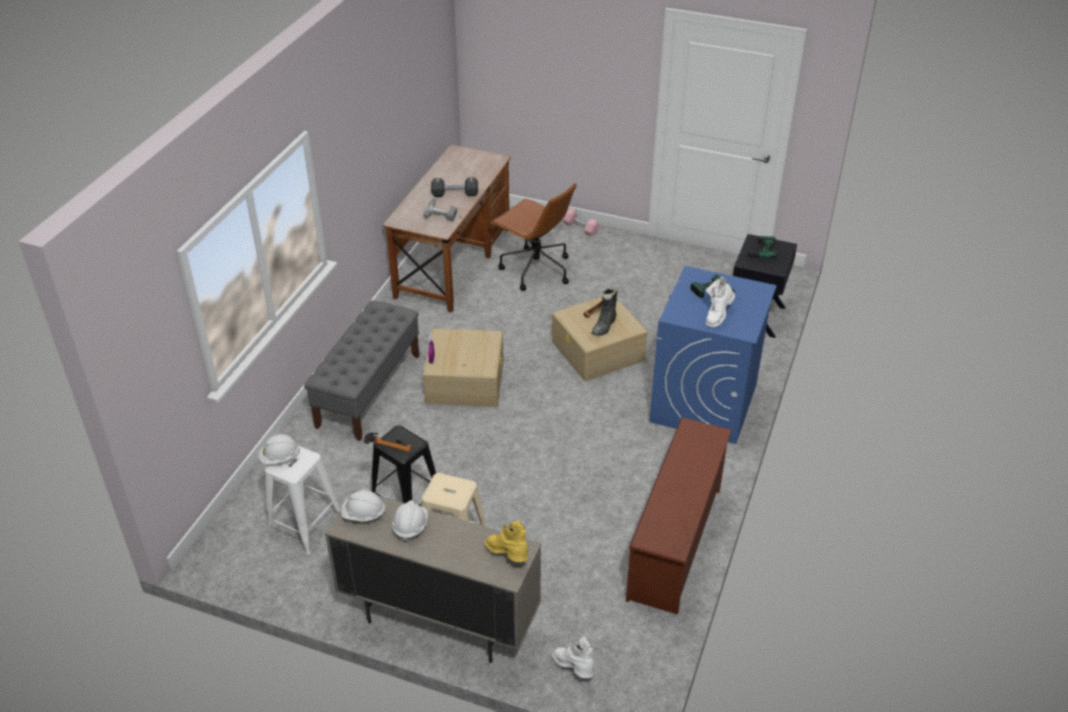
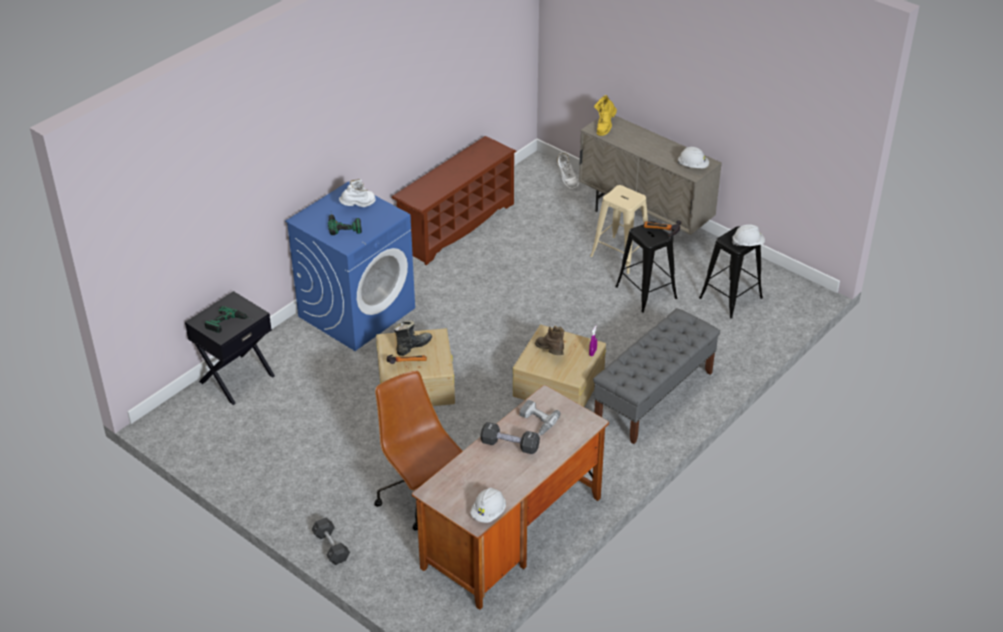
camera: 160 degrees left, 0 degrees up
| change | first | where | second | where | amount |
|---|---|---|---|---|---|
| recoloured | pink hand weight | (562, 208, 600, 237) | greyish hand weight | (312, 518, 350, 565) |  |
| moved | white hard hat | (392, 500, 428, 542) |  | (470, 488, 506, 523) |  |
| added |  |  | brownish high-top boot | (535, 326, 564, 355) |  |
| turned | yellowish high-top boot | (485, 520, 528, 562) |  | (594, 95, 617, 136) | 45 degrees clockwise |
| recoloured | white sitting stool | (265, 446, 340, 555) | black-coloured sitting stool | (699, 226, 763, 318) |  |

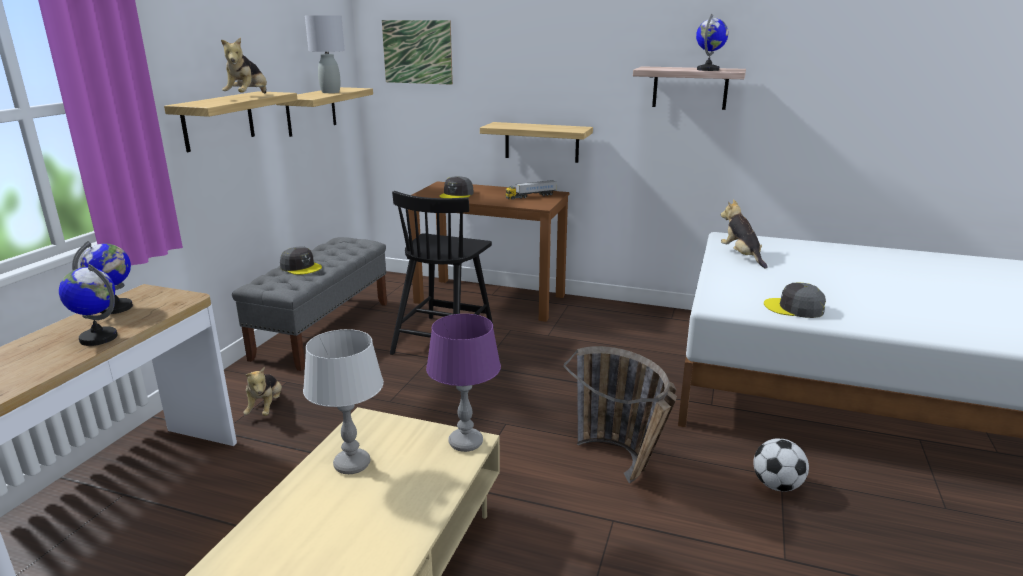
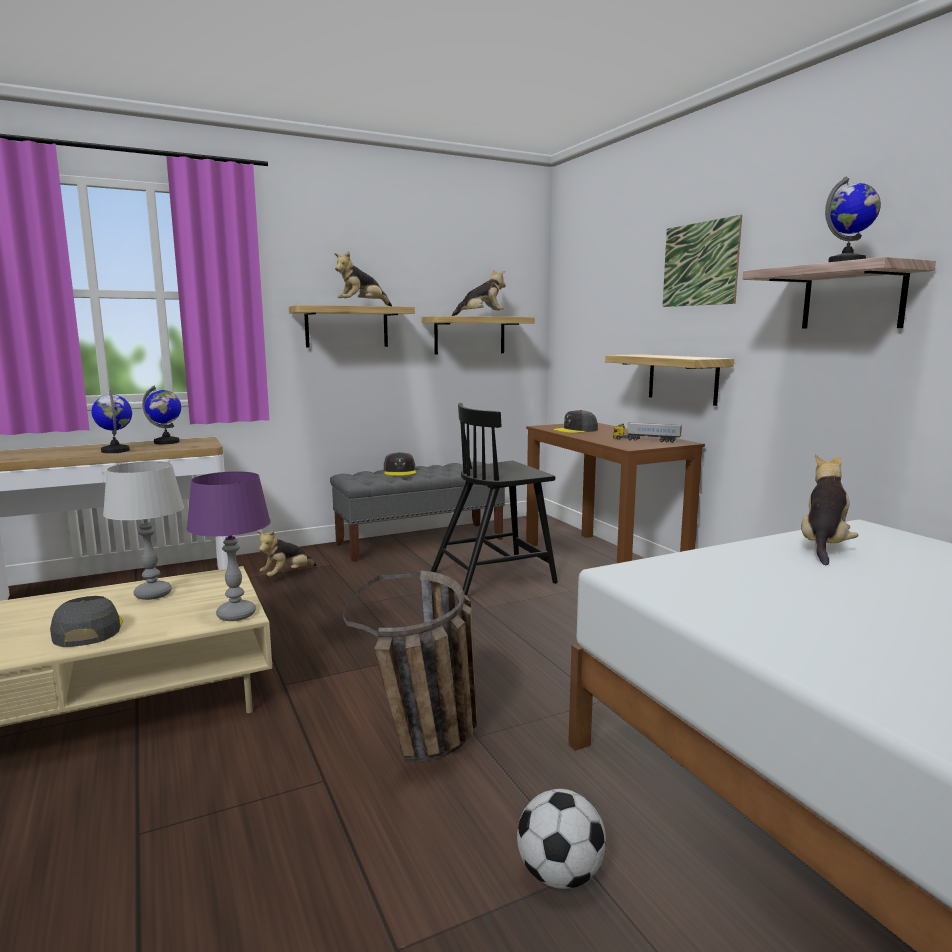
camera: 45 degrees right, 10 degrees down
| change | first | where | second | where | amount |
|---|---|---|---|---|---|
| moved | greyish cap | (764, 283, 826, 318) |  | (50, 596, 123, 647) |  |
| replaced | greyish table lamp | (305, 15, 345, 93) | cuddly toy | (451, 270, 506, 316) |  |
| moved | wall picture | (382, 20, 453, 85) |  | (662, 215, 742, 307) |  |

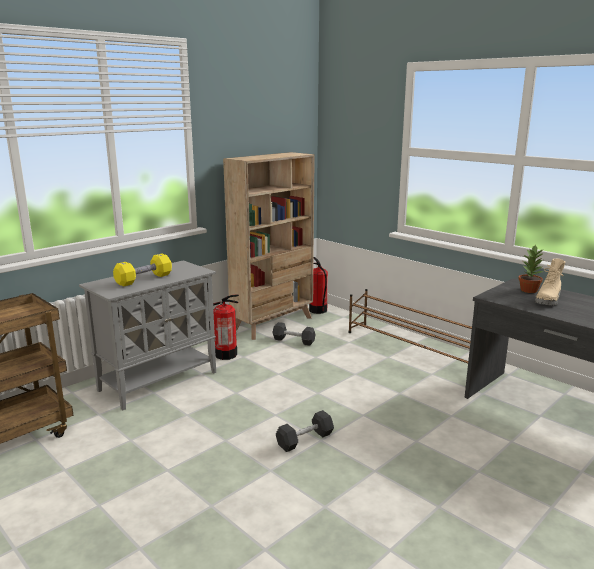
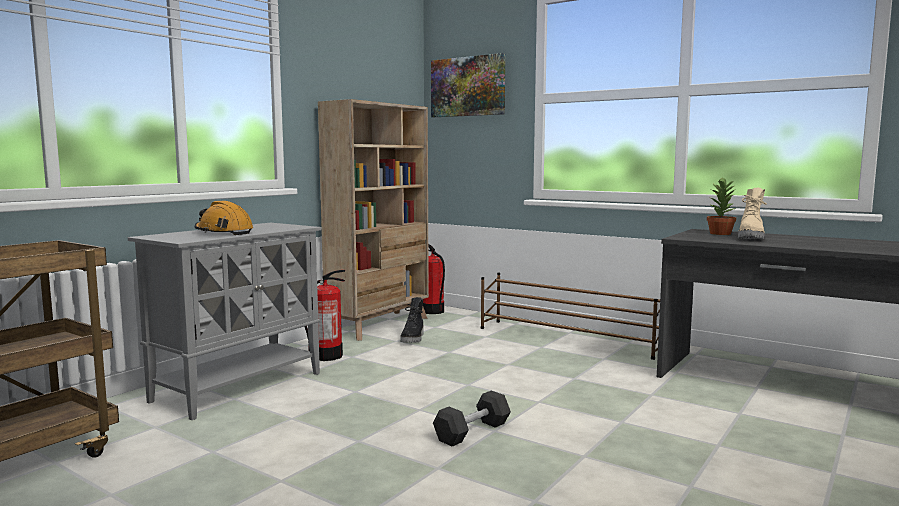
camera: 10 degrees left, 10 degrees down
| change | first | where | second | where | amount |
|---|---|---|---|---|---|
| replaced | yellowish hand weight | (113, 253, 172, 287) | orange-coloured hard hat | (195, 201, 253, 235) |  |
| replaced | black-coloured hand weight | (272, 322, 316, 346) | black-coloured high-top boot | (400, 297, 424, 343) |  |
| added |  |  | wall picture | (431, 53, 506, 117) |  |

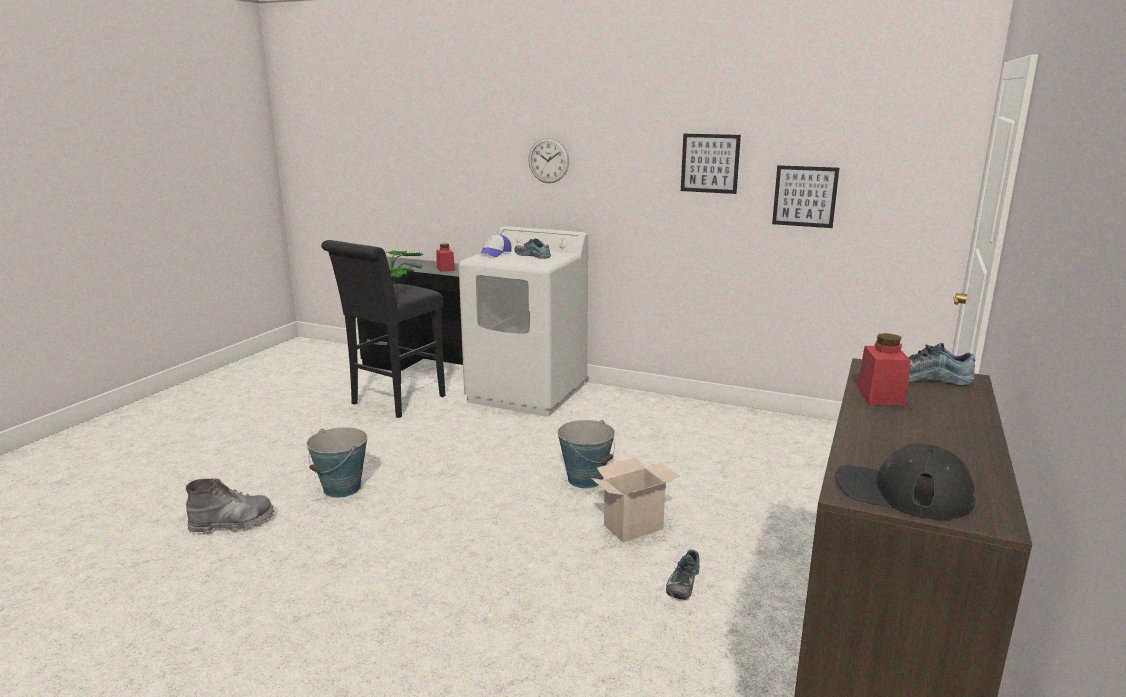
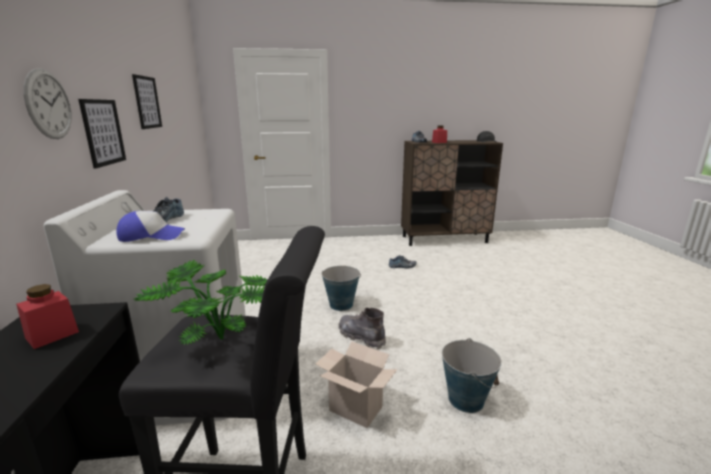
camera: 120 degrees left, 0 degrees up
| change | first | where | second | where | amount |
|---|---|---|---|---|---|
| moved | wall picture | (772, 165, 839, 228) |  | (78, 99, 126, 168) |  |
| moved | packing box | (591, 457, 679, 542) |  | (315, 341, 397, 428) |  |
| moved | greyish high-top boot | (186, 478, 274, 534) |  | (338, 308, 386, 349) |  |

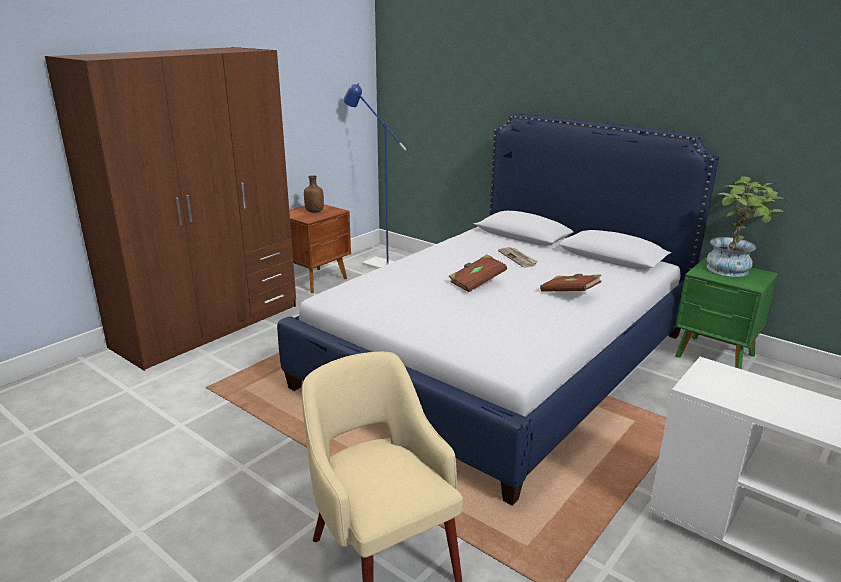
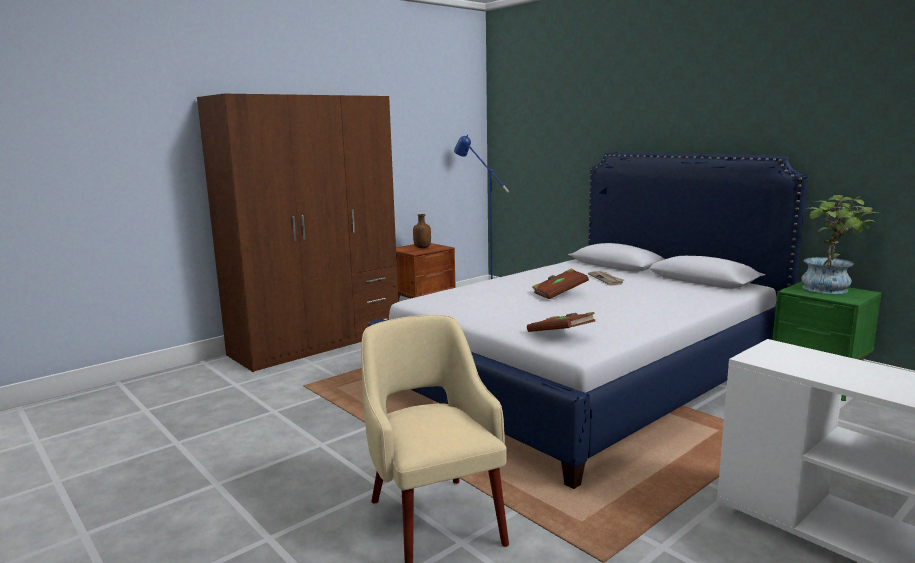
camera: 10 degrees right, 10 degrees down
| change | first | where | second | where | amount |
|---|---|---|---|---|---|
| moved | brownish bound book | (540, 274, 601, 292) |  | (527, 312, 595, 332) |  |

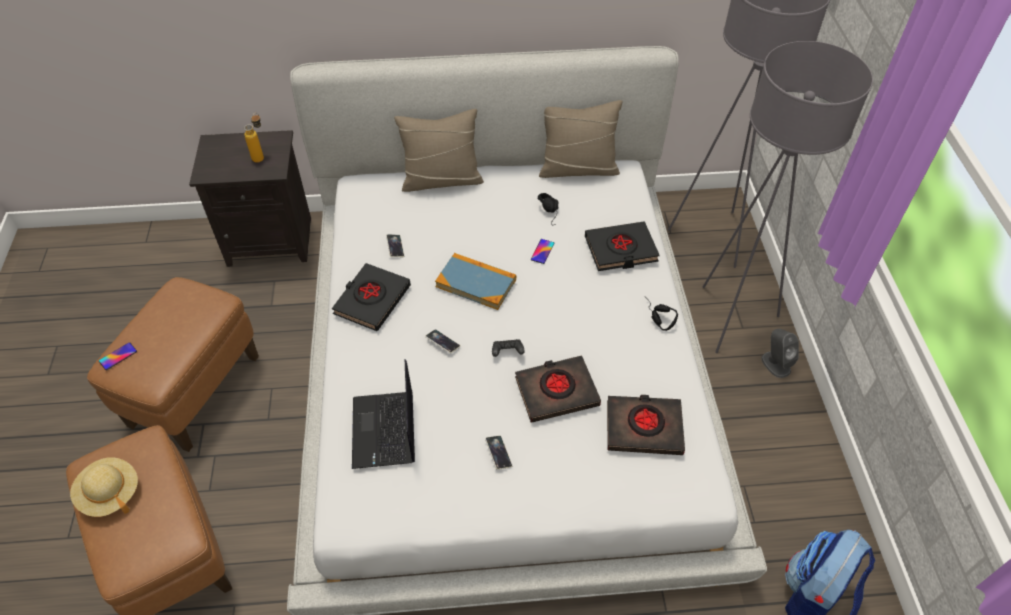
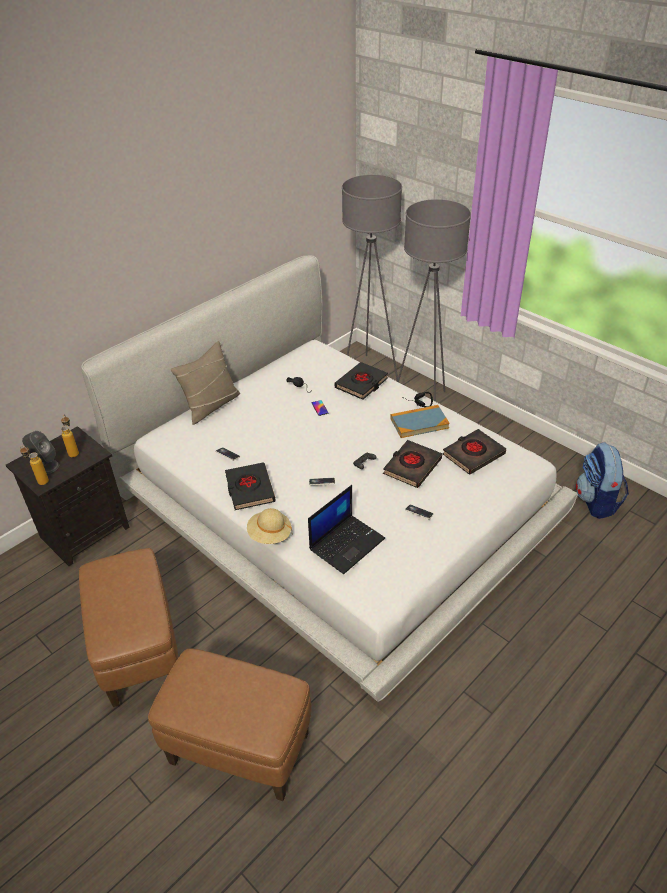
camera: 40 degrees left, 10 degrees down
| change | first | where | second | where | amount |
|---|---|---|---|---|---|
| added |  |  | beverage bottle | (20, 446, 49, 485) |  |
| moved | greyish speaker | (761, 329, 799, 378) |  | (22, 431, 59, 474) |  |
| moved | beige hat | (70, 457, 138, 517) |  | (247, 508, 292, 544) |  |
| turned | laptop | (352, 359, 415, 469) |  | (308, 485, 385, 574) | 90 degrees counterclockwise |
| moved | bound book | (435, 253, 516, 310) |  | (390, 405, 450, 438) |  |
| removed | phone | (99, 342, 137, 370) |  |  |  |
| removed | beige cushion | (539, 100, 622, 178) |  |  |  |

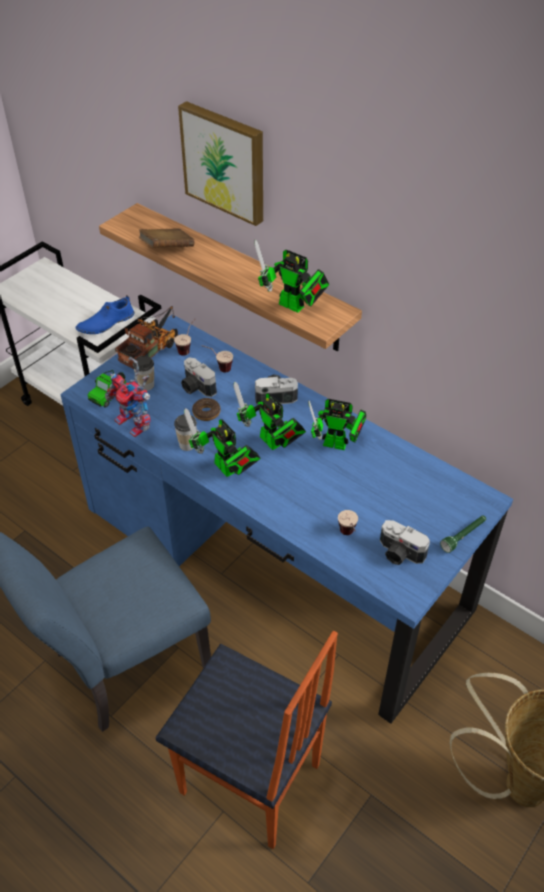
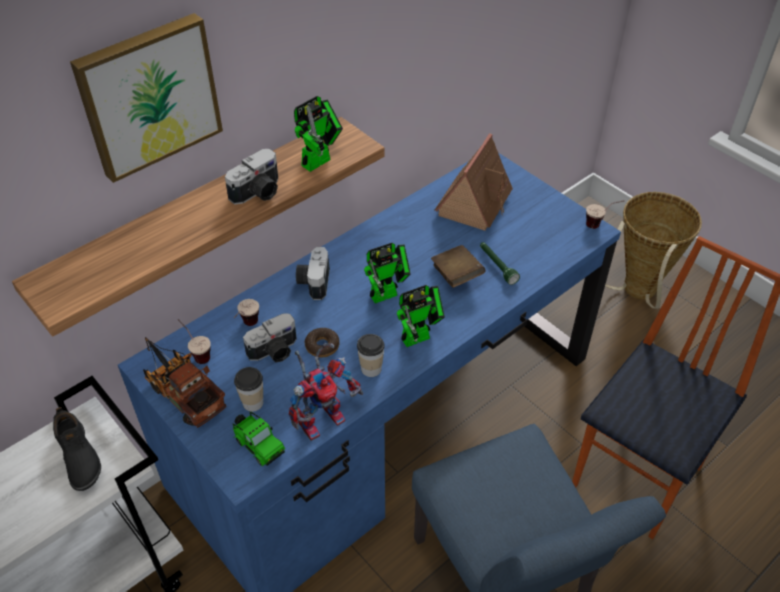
camera: 80 degrees left, 0 degrees up
| change | first | where | second | where | amount |
|---|---|---|---|---|---|
| recoloured | blue low shoe | (75, 295, 134, 334) | black-coloured low shoe | (53, 407, 101, 491) |  |
| moved | still camera | (380, 520, 430, 565) |  | (225, 149, 278, 205) |  |
| moved | brownish bound book | (139, 228, 194, 248) |  | (431, 245, 486, 288) |  |
| added |  |  | model house | (434, 133, 513, 231) |  |
| moved | green hand torch | (440, 515, 486, 553) |  | (480, 242, 520, 285) |  |
| moved | drinking cup | (338, 510, 358, 535) |  | (586, 200, 625, 229) |  |
| removed | model robot | (308, 399, 366, 450) |  |  |  |

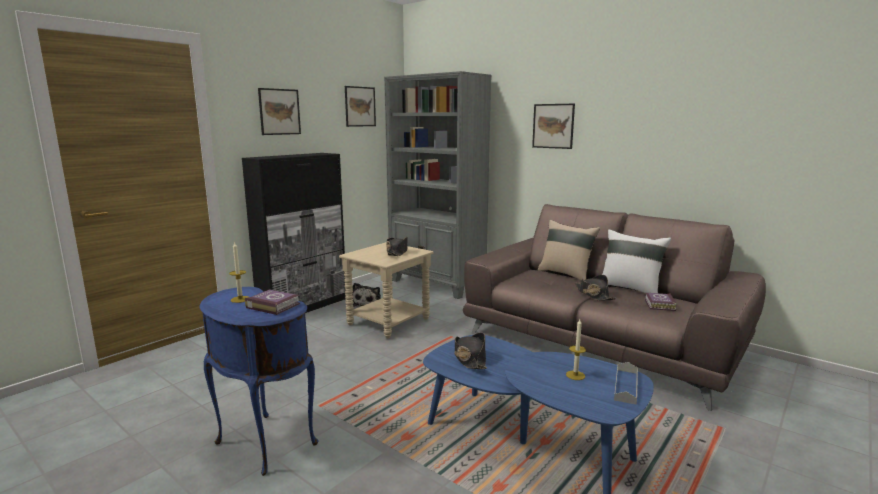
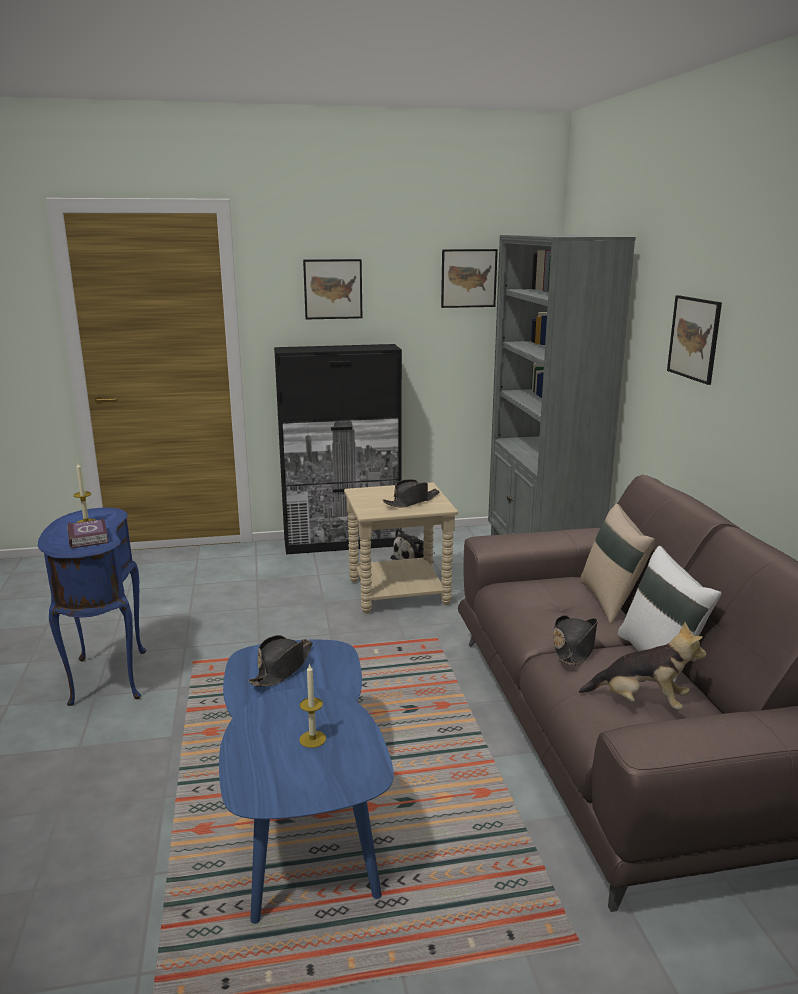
camera: 40 degrees right, 5 degrees up
| change | first | where | second | where | amount |
|---|---|---|---|---|---|
| replaced | bound book | (645, 293, 677, 311) | cuddly toy | (579, 622, 706, 710) |  |
| removed | greyish serving tray | (614, 362, 638, 404) |  |  |  |

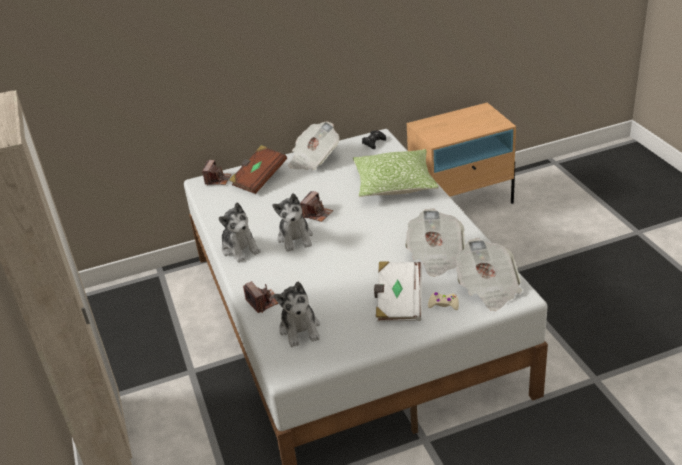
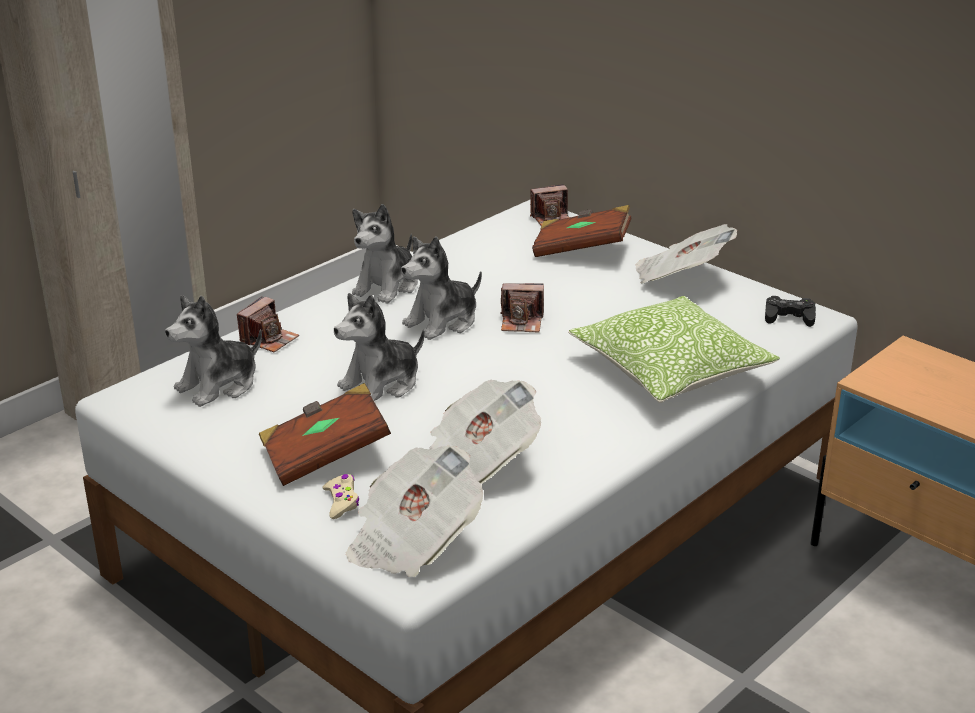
camera: 60 degrees right, 5 degrees down
| change | first | where | second | where | amount |
|---|---|---|---|---|---|
| recoloured | white bound book | (374, 261, 422, 322) | brownish bound book | (259, 383, 391, 486) |  |
| added |  |  | cuddly toy | (334, 293, 425, 401) |  |

